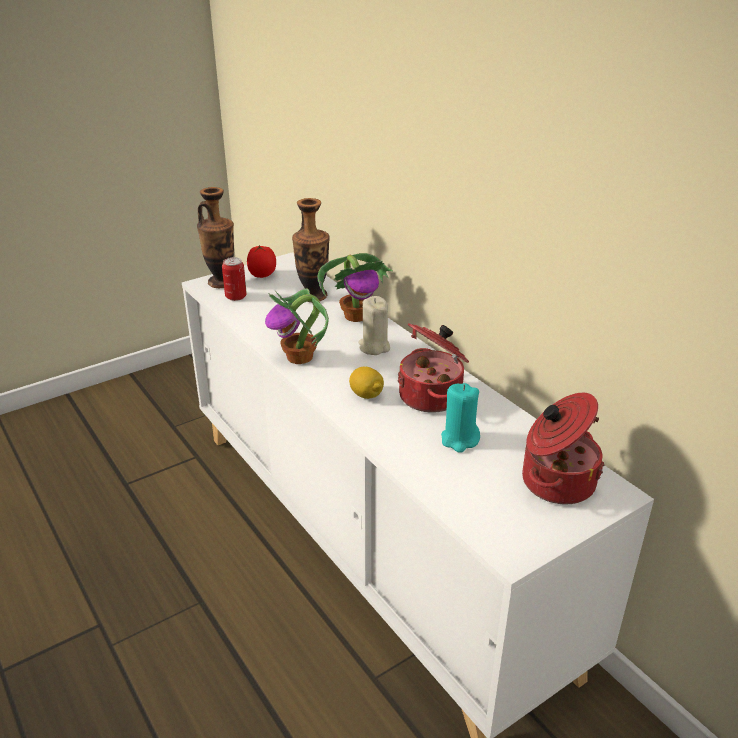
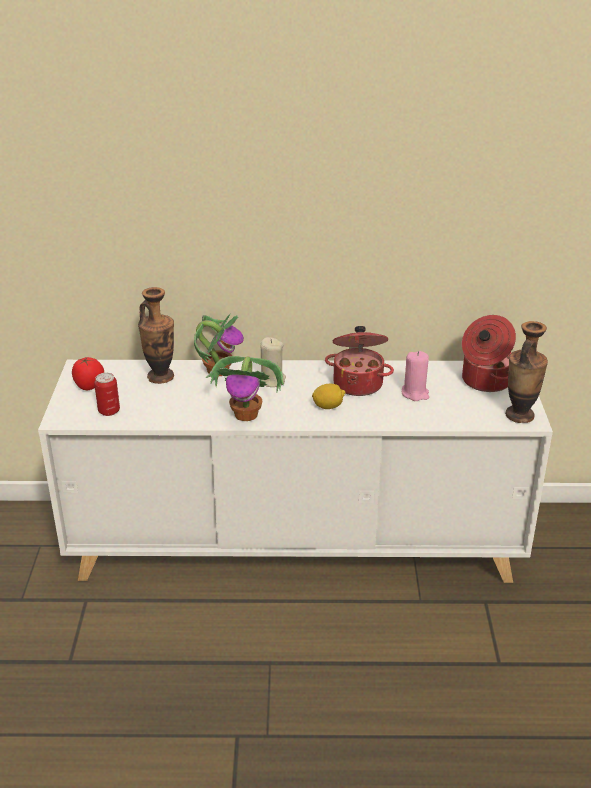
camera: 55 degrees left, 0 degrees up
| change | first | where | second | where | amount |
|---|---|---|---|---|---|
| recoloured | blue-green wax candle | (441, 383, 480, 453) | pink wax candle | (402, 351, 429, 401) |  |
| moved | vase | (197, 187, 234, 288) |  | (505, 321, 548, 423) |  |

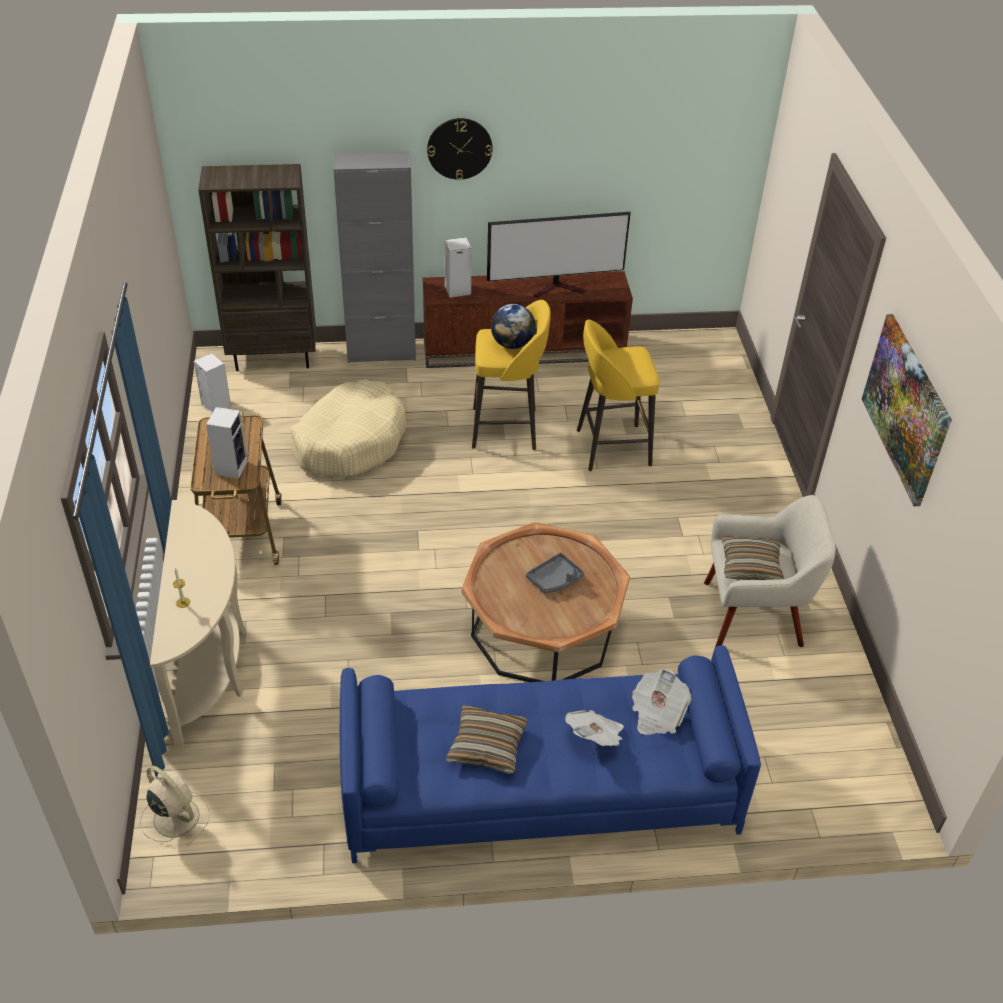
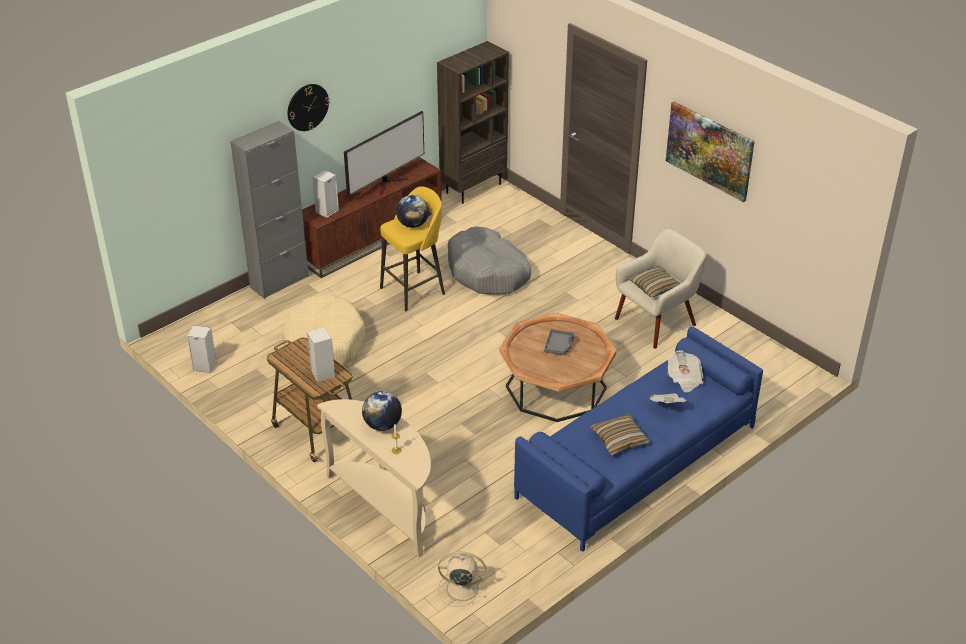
camera: 35 degrees left, 5 degrees down
| change | first | where | second | where | amount |
|---|---|---|---|---|---|
| added |  |  | desk globe | (362, 391, 402, 431) |  |
| moved | brownish bookcase | (198, 164, 316, 371) |  | (437, 41, 509, 204) |  |
| replaced | yellowish sitting stool | (577, 320, 659, 471) | greyish pet bed | (448, 226, 531, 294) |  |

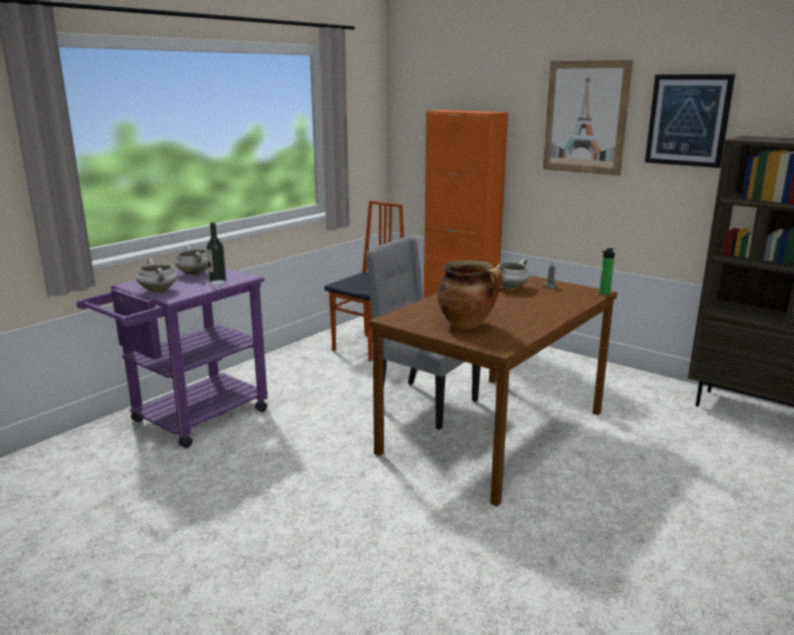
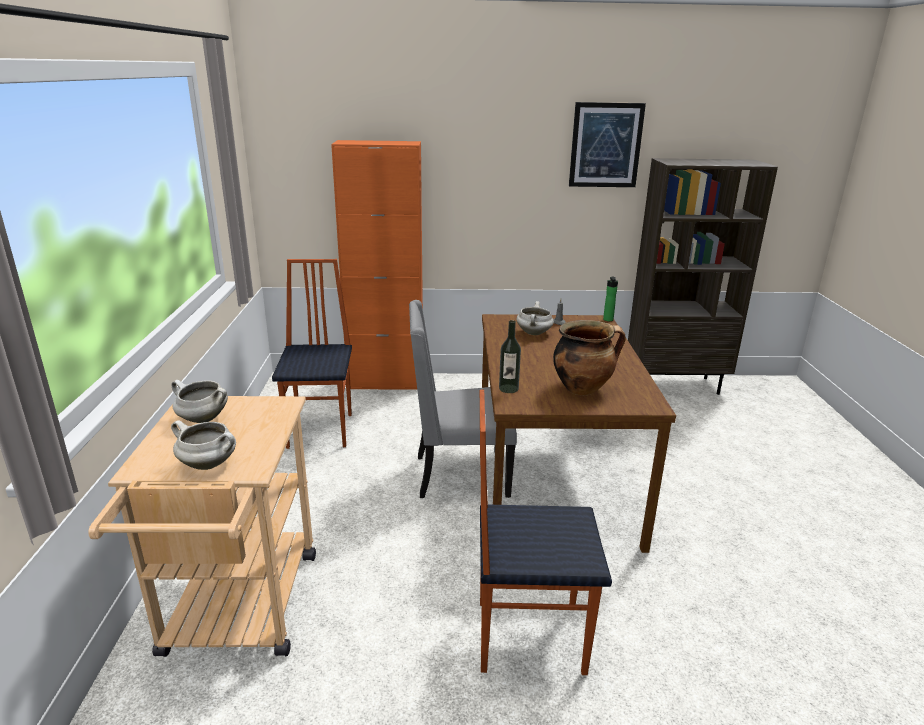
camera: 40 degrees left, 5 degrees up
| change | first | where | second | where | amount |
|---|---|---|---|---|---|
| recoloured | purplish trolley | (77, 268, 268, 448) | beige trolley | (88, 396, 316, 657) |  |
| added |  |  | chair | (479, 390, 612, 675) |  |
| moved | beverage bottle | (206, 222, 227, 285) |  | (499, 320, 521, 393) |  |
| removed | wall picture | (543, 60, 633, 176) |  |  |  |

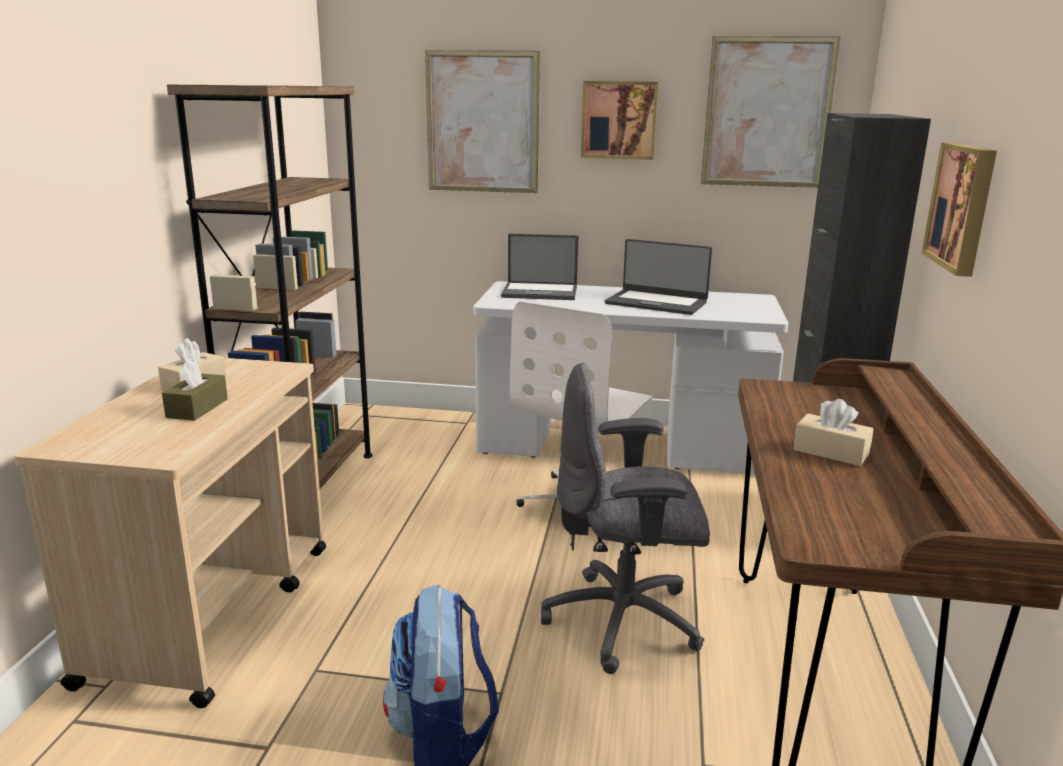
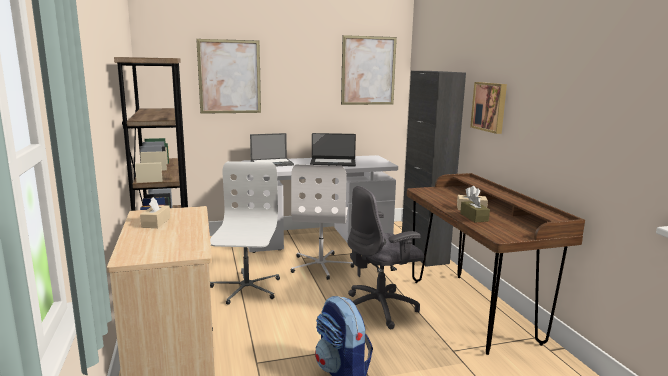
camera: 25 degrees left, 5 degrees down
| change | first | where | second | where | amount |
|---|---|---|---|---|---|
| added |  |  | white desk chair | (210, 161, 280, 305) |  |
| moved | brownish box of tissues | (162, 359, 228, 421) |  | (460, 193, 490, 222) |  |
| removed | wall picture | (581, 81, 658, 160) |  |  |  |

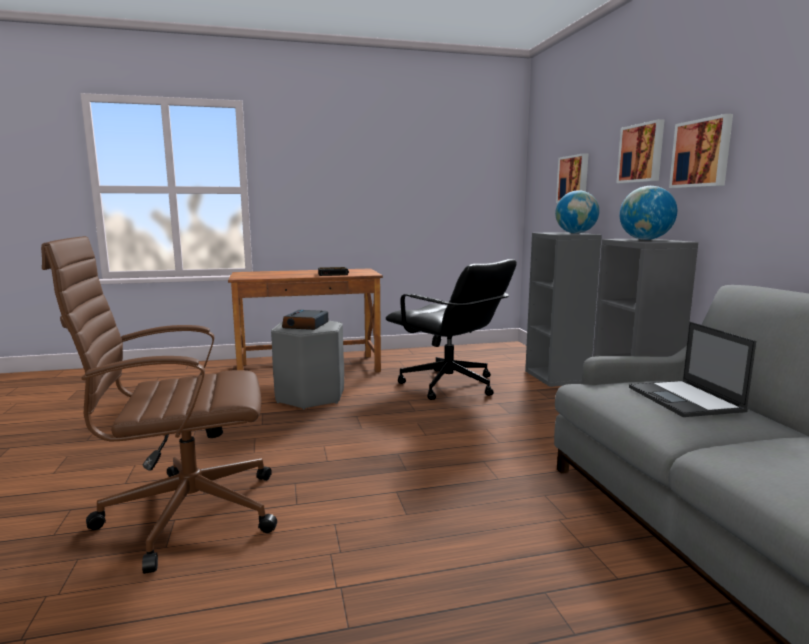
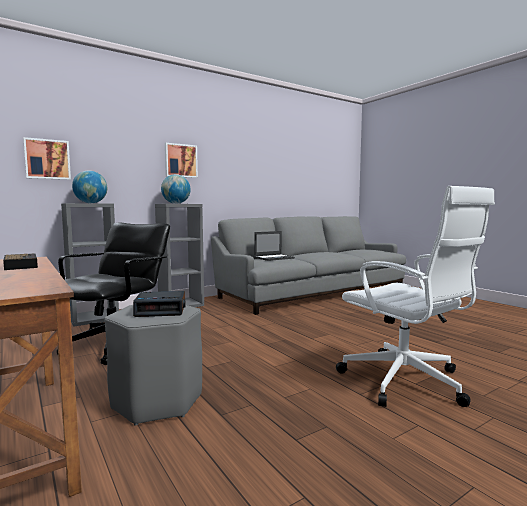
camera: 110 degrees left, 5 degrees down
| change | first | where | second | where | amount |
|---|---|---|---|---|---|
| recoloured | brownish desk chair | (41, 236, 277, 574) | white desk chair | (336, 186, 495, 407) |  |
| removed | wall picture | (616, 119, 664, 183) |  |  |  |

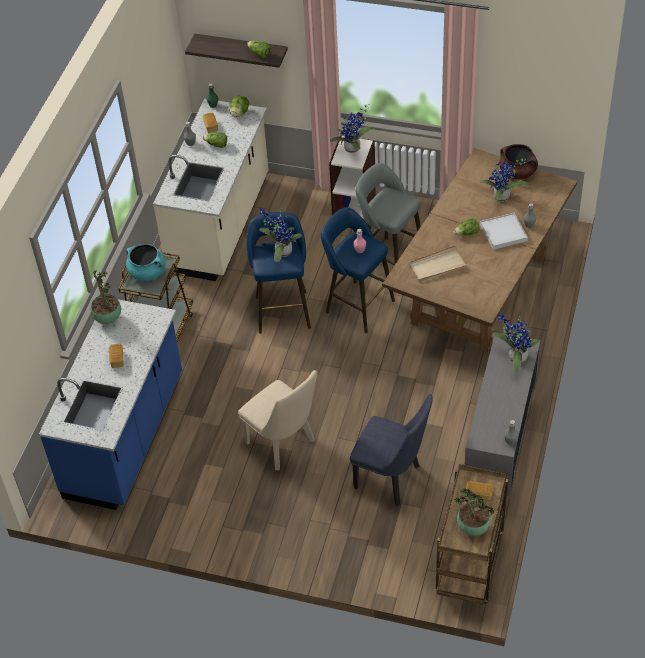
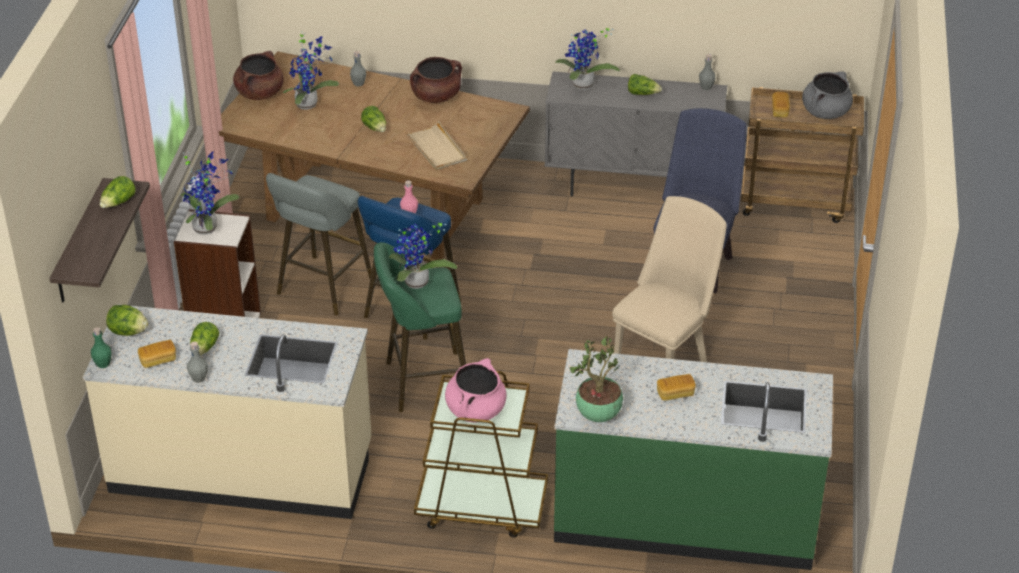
camera: 100 degrees left, 10 degrees down
| change | first | where | second | where | amount |
|---|---|---|---|---|---|
| recoloured | blue sitting stool | (247, 212, 311, 334) | green sitting stool | (374, 242, 466, 412) |  |
| added |  |  | brownish stockpot | (410, 57, 462, 103) |  |
| recoloured | blue-green stockpot | (126, 244, 166, 281) | pink stockpot | (445, 358, 507, 423) |  |
| recoloured | blue counter | (39, 299, 182, 510) | green counter | (554, 349, 833, 570) |  |
| added |  |  | head of lettuce | (628, 74, 662, 95) |  |
| replaced | houseplant | (454, 488, 495, 536) | greyish stockpot | (802, 71, 853, 119) |  |
| removed | white serving tray | (480, 213, 528, 250) |  |  |  |

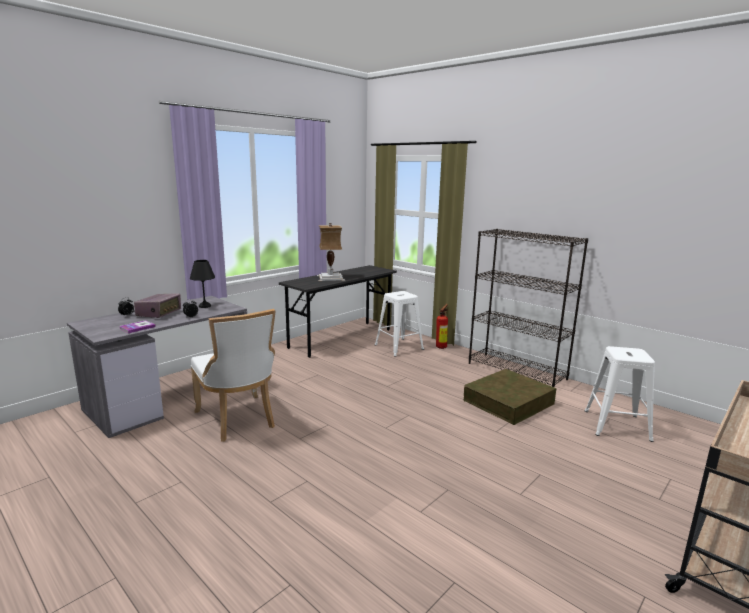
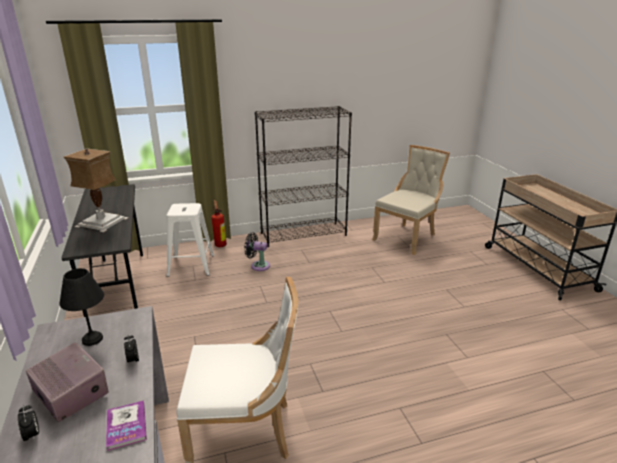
camera: 60 degrees left, 10 degrees up
| change | first | where | second | where | amount |
|---|---|---|---|---|---|
| added |  |  | black-coloured electric fan | (244, 232, 270, 271) |  |
| replaced | white sitting stool | (585, 346, 655, 442) | beige chair | (372, 145, 450, 255) |  |
| removed | brownish storage container | (464, 369, 557, 425) |  |  |  |

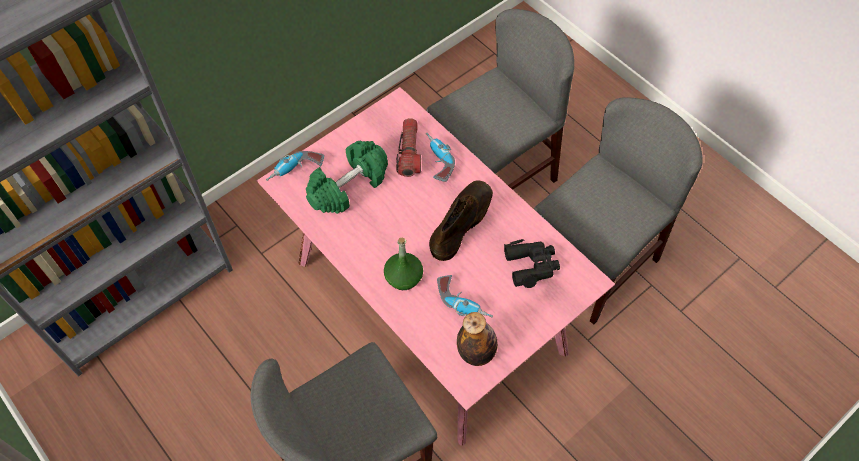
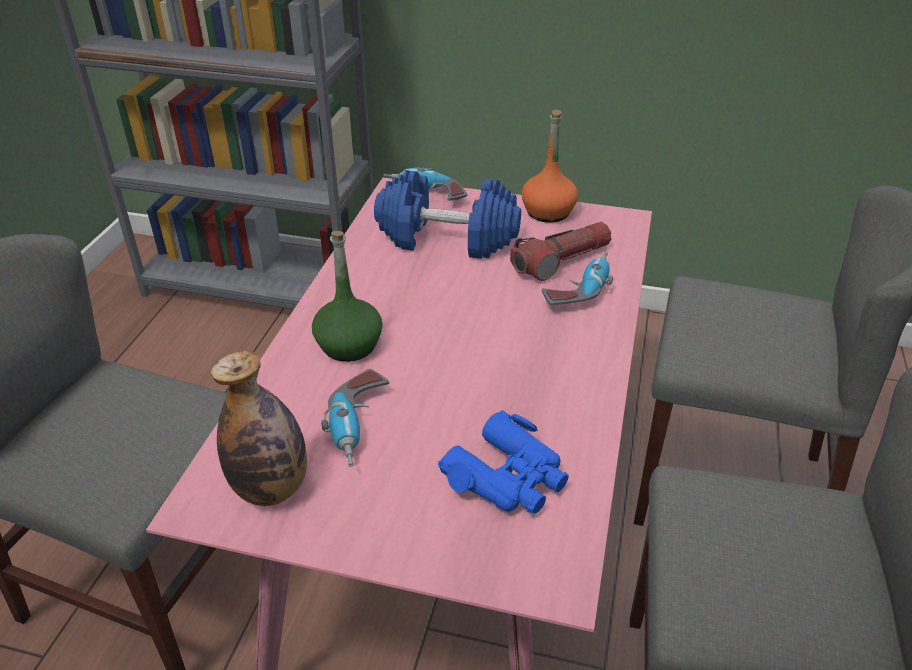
camera: 55 degrees right, 20 degrees down
| change | first | where | second | where | amount |
|---|---|---|---|---|---|
| recoloured | green hand weight | (306, 141, 388, 214) | blue hand weight | (374, 170, 521, 259) |  |
| recoloured | black-coloured binoculars | (504, 239, 560, 288) | blue binoculars | (438, 410, 569, 514) |  |
| added |  |  | orange-coloured beverage bottle | (521, 110, 578, 223) |  |
| removed | brownish high-top boot | (429, 180, 493, 261) |  |  |  |

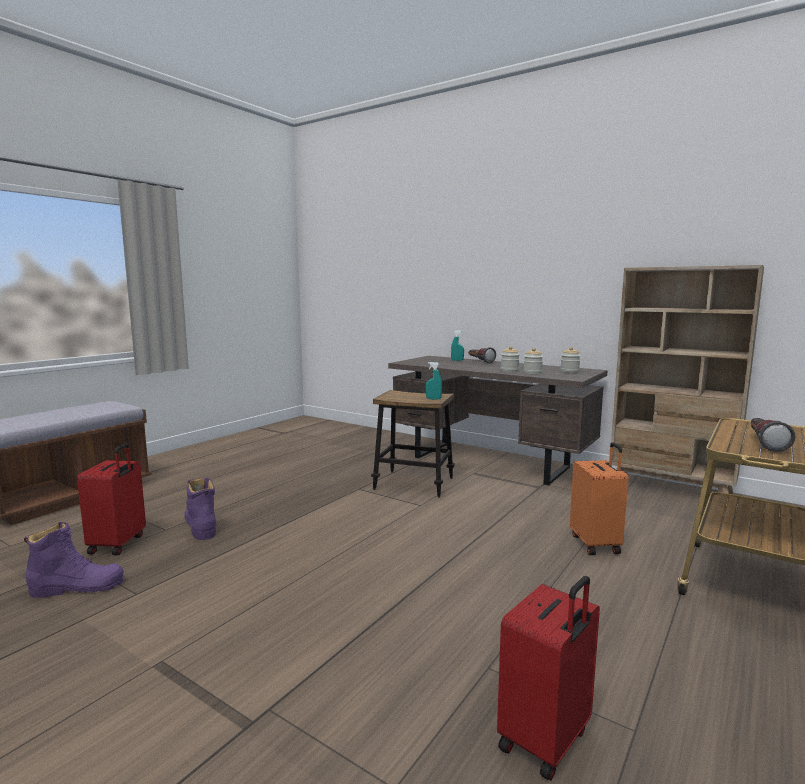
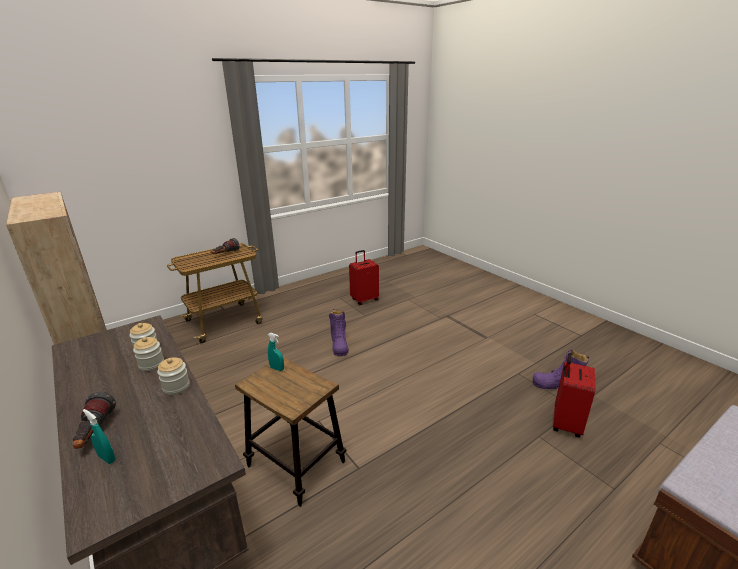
camera: 160 degrees left, 15 degrees up
| change | first | where | second | where | amount |
|---|---|---|---|---|---|
| moved | preserve jar | (560, 347, 580, 373) |  | (157, 357, 190, 395) |  |
| moved | purplish high-top boot | (184, 478, 217, 540) |  | (329, 309, 349, 356) |  |
| removed | orange-coloured piece of luggage | (570, 442, 628, 555) |  |  |  |

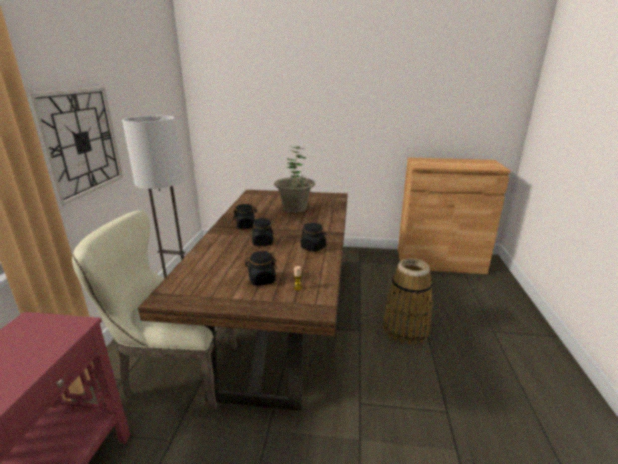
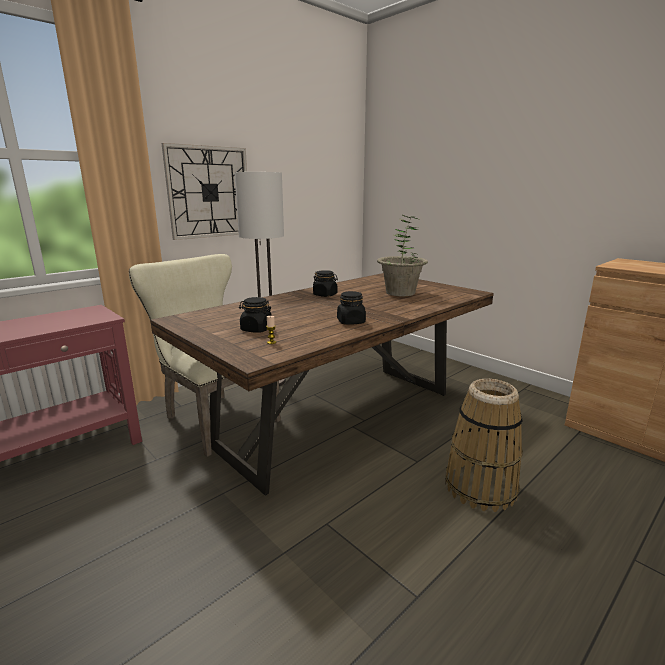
camera: 40 degrees right, 5 degrees down
| change | first | where | second | where | amount |
|---|---|---|---|---|---|
| removed | black-coloured preserve jar | (252, 218, 273, 246) |  |  |  |

